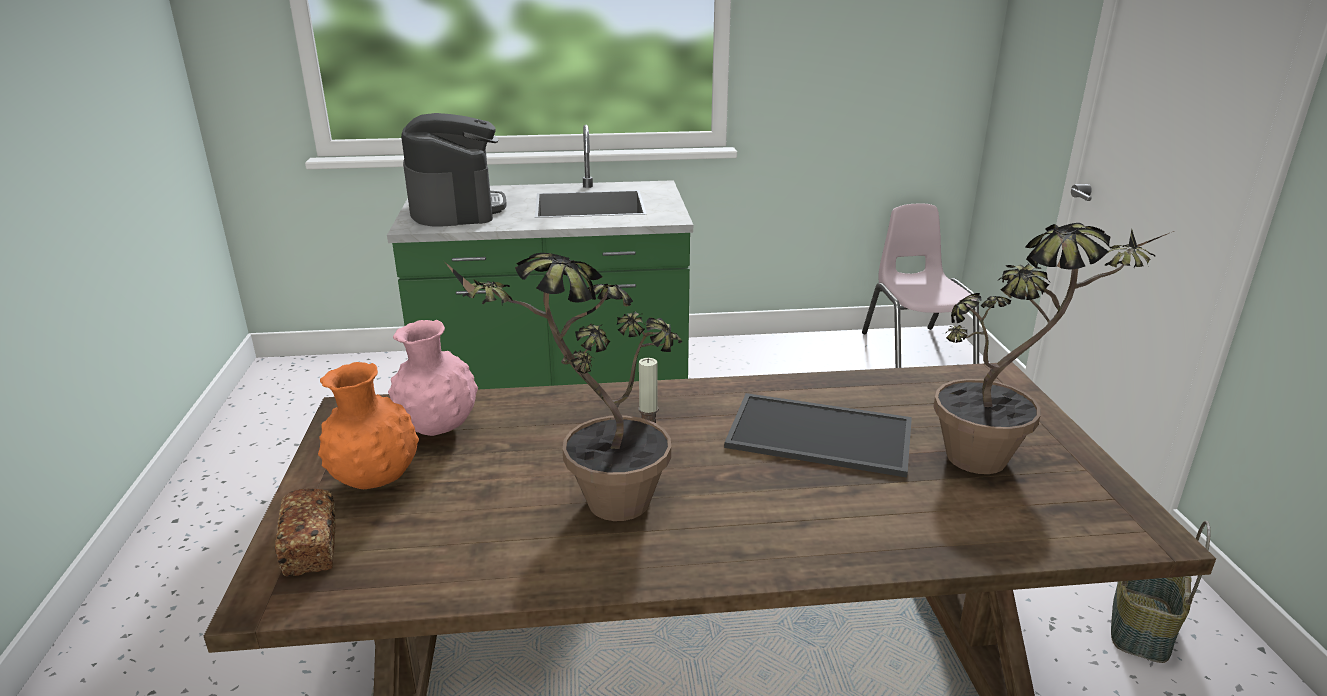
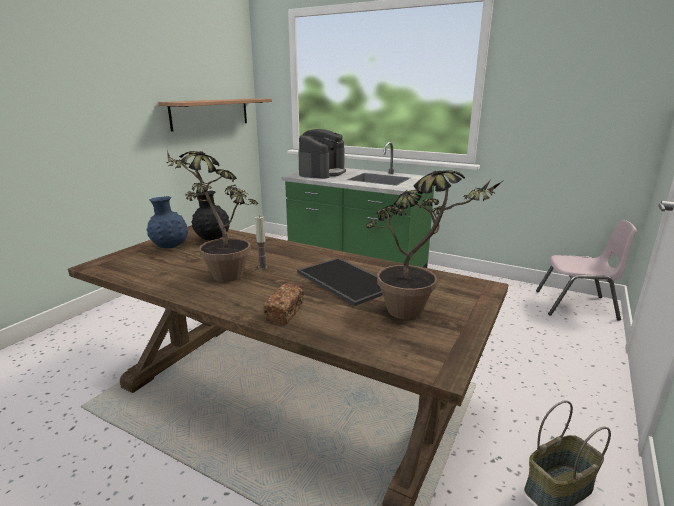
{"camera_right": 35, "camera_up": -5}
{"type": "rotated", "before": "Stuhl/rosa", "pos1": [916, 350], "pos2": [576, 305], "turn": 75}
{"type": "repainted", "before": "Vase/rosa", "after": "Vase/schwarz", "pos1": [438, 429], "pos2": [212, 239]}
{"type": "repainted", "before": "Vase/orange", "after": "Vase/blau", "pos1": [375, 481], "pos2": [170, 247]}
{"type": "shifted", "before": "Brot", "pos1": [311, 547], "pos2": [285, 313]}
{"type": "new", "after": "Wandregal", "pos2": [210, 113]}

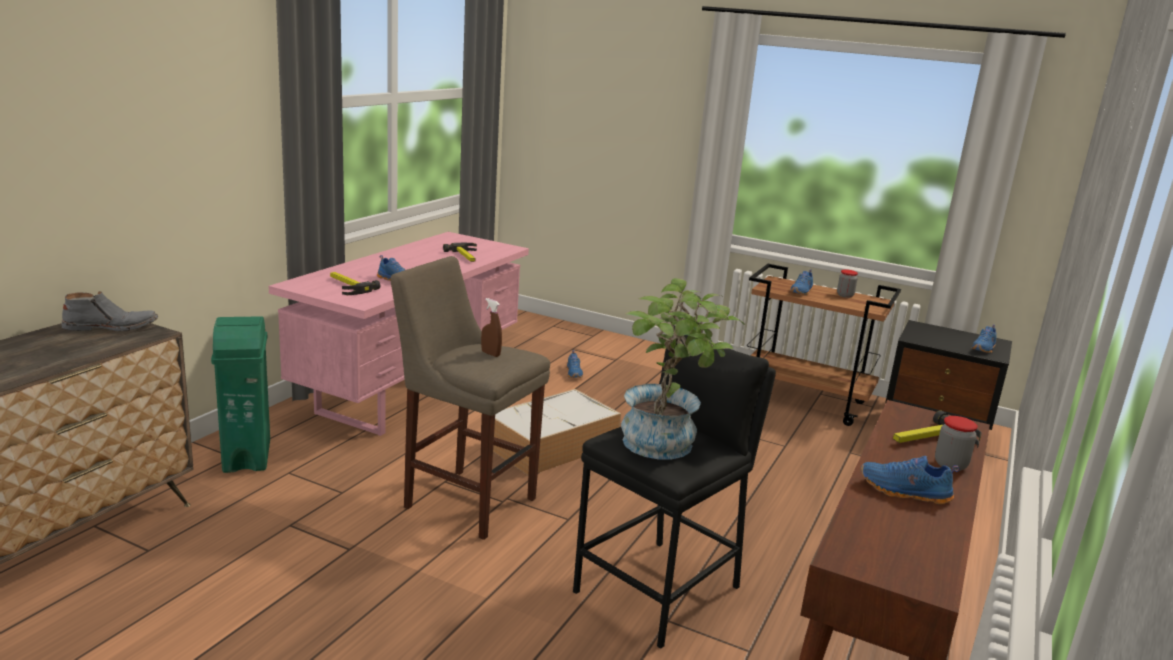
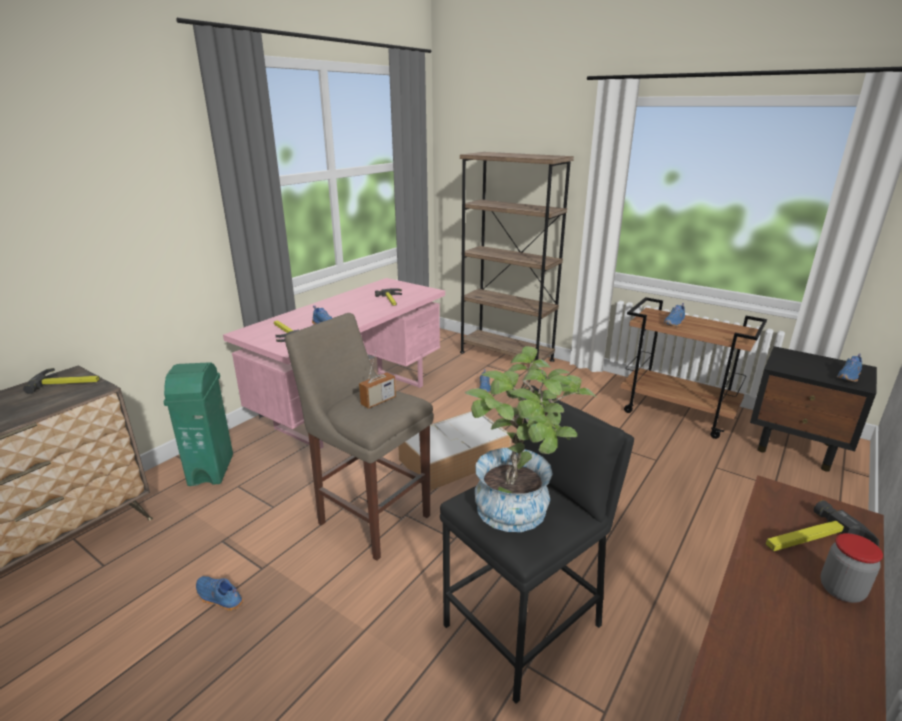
{"camera_right": 10, "camera_up": 5}
{"type": "gone", "before": "Vorratsglas", "pos1": [845, 295]}
{"type": "swapped", "before": "Stiefel/grau", "after": "Hammer", "pos1": [111, 327], "pos2": [68, 383]}
{"type": "swapped", "before": "Sprühflasche/braun", "after": "Radio", "pos1": [490, 354], "pos2": [378, 401]}
{"type": "shifted", "before": "Schuh/blau", "pos1": [904, 492], "pos2": [218, 598]}
{"type": "new", "after": "Bücherregal/braun", "pos2": [506, 356]}

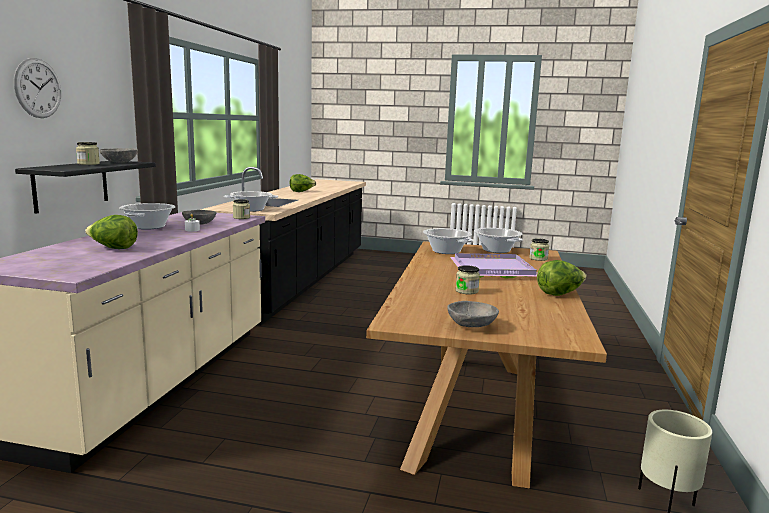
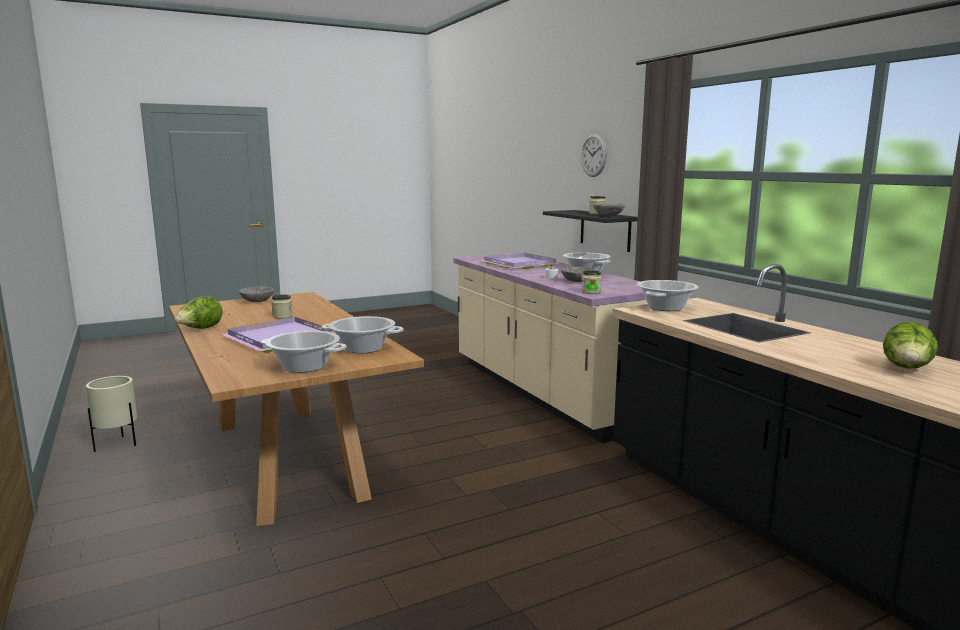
{"camera_right": 140, "camera_up": 0}
{"type": "swapped", "before": "Salatkopf", "after": "Tablett/lila", "pos1": [113, 248], "pos2": [518, 264]}
{"type": "gone", "before": "Vorratsglas", "pos1": [538, 258]}

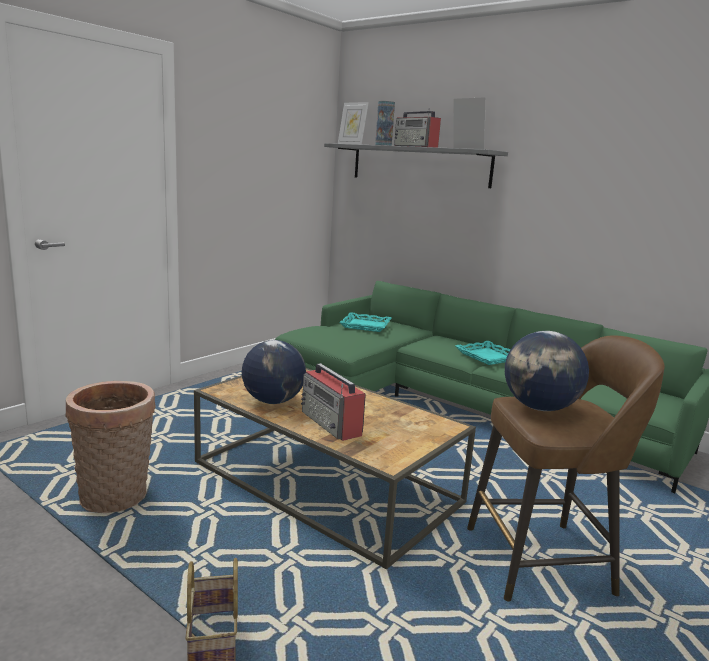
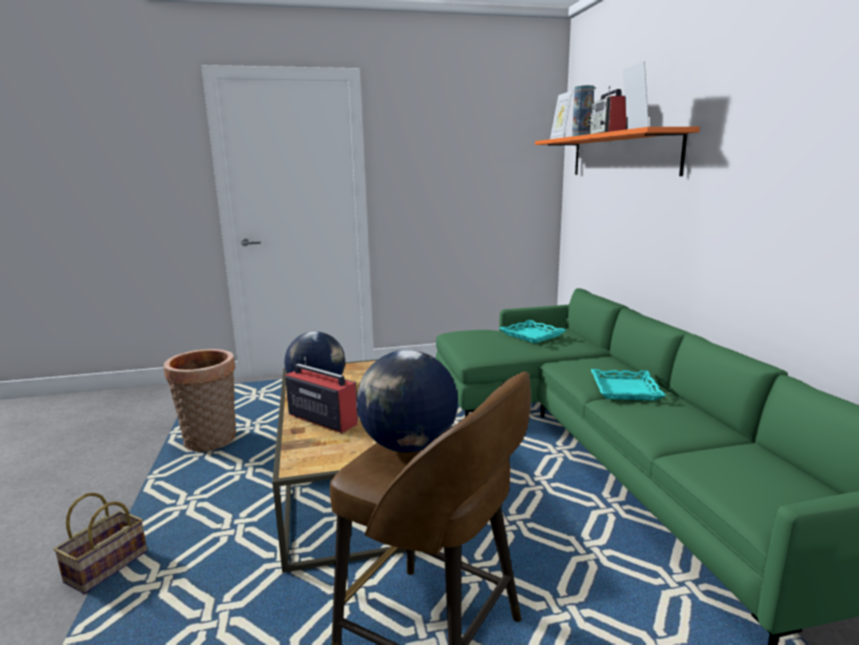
{"camera_right": 40, "camera_up": 0}
{"type": "repainted", "before": "Wandregal/grau", "after": "Wandregal/orange", "pos1": [419, 165], "pos2": [622, 155]}
{"type": "rotated", "before": "Radio", "pos1": [331, 423], "pos2": [322, 418], "turn": 120}

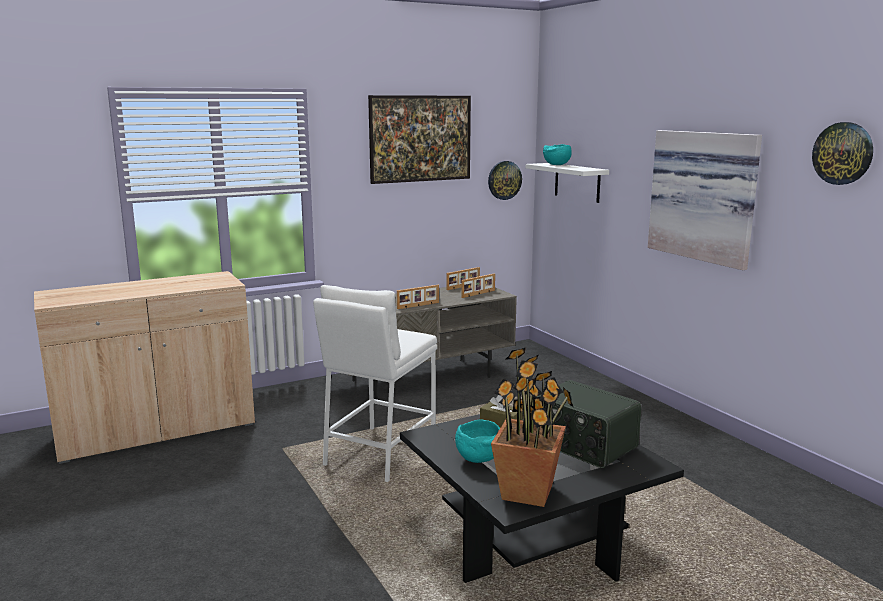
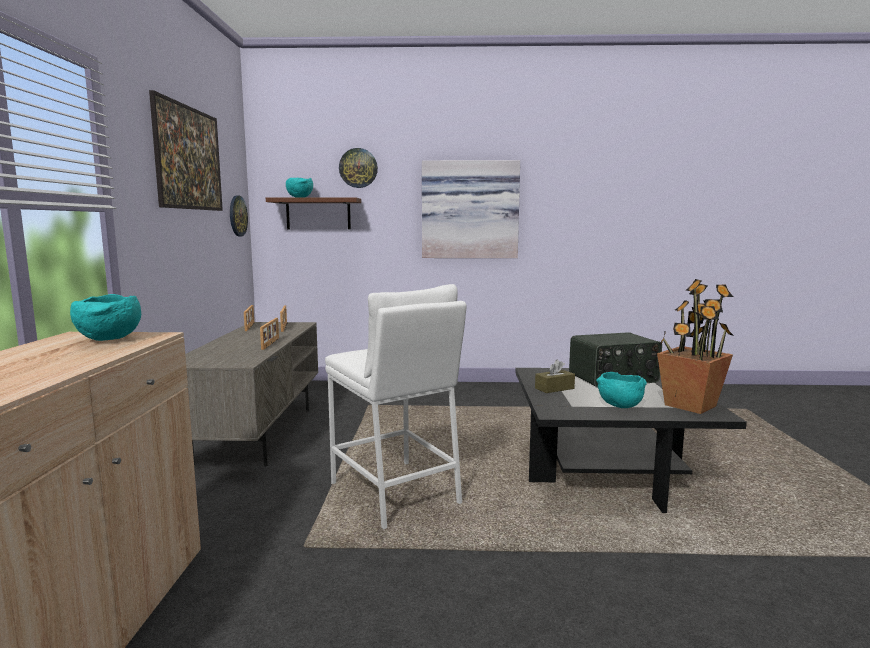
{"camera_right": -60, "camera_up": -5}
{"type": "shifted", "before": "Wanduhr", "pos1": [843, 153], "pos2": [358, 168]}
{"type": "repainted", "before": "Wandregal/weiß", "after": "Wandregal/braun", "pos1": [577, 182], "pos2": [318, 214]}
{"type": "new", "after": "Schüssel/türkis", "pos2": [109, 340]}

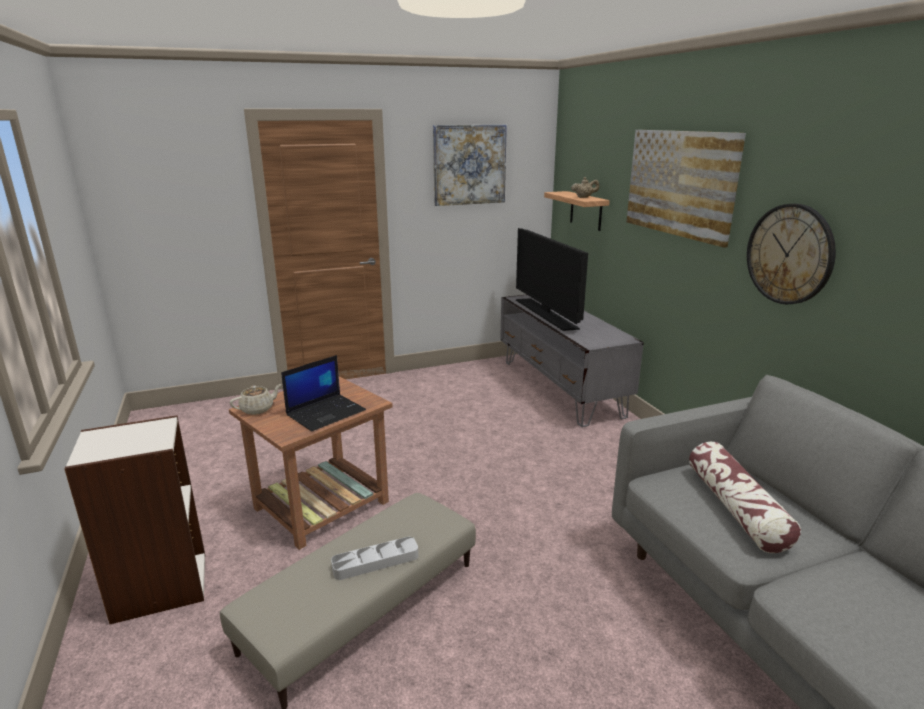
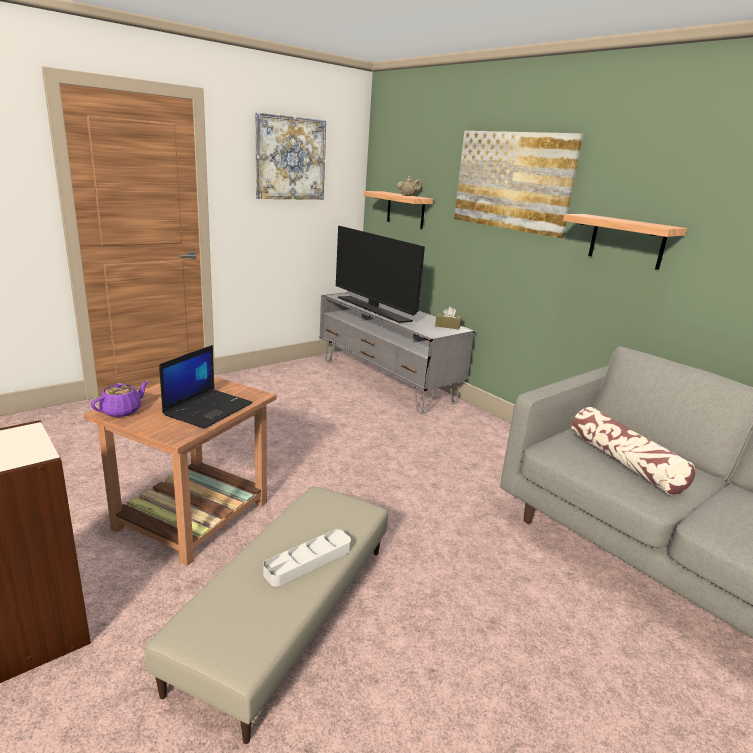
{"camera_right": -20, "camera_up": 0}
{"type": "swapped", "before": "Wanduhr", "after": "Wandregal", "pos1": [789, 254], "pos2": [627, 241]}
{"type": "repainted", "before": "Teekanne/beige", "after": "Teekanne/lila", "pos1": [258, 409], "pos2": [122, 411]}
{"type": "new", "after": "Taschentuchbox/braun", "pos2": [447, 326]}

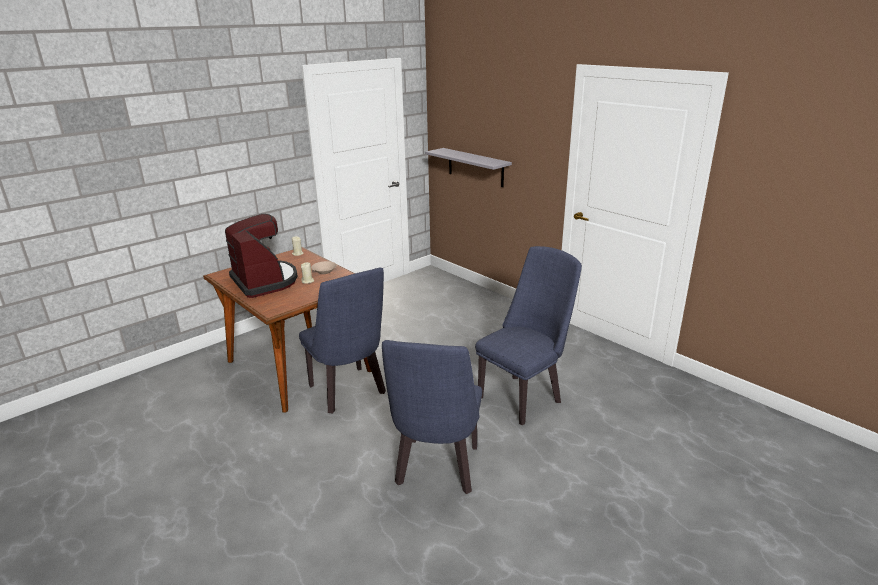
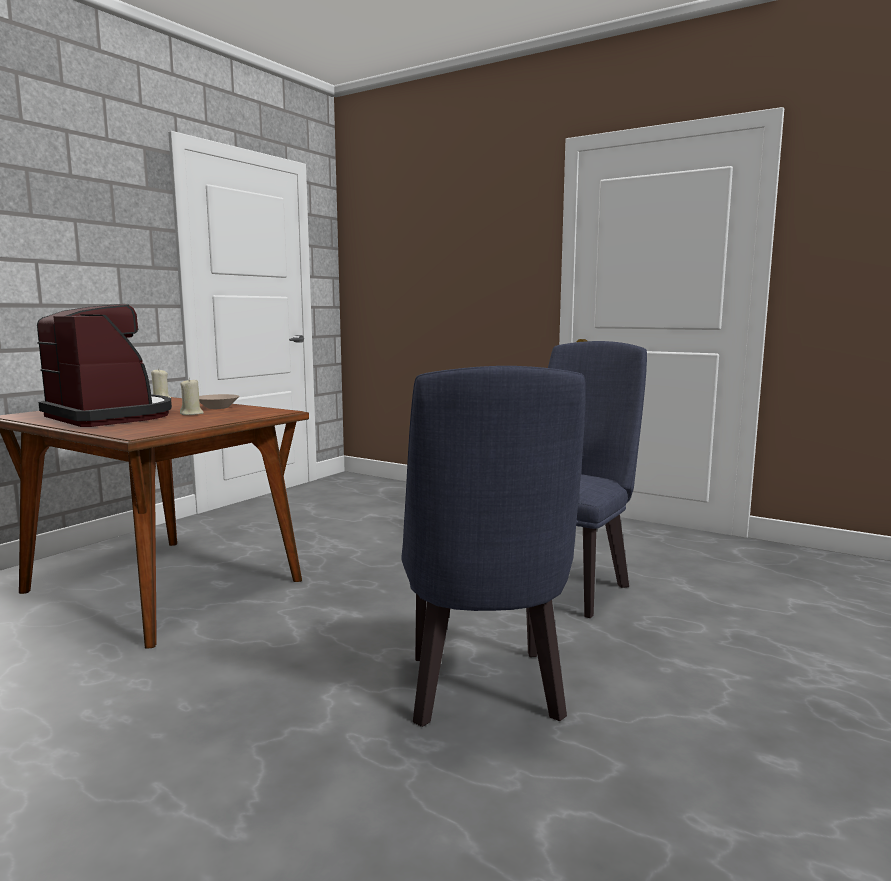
{"camera_right": -15, "camera_up": -15}
{"type": "gone", "before": "Wandregal/grau", "pos1": [475, 167]}
{"type": "gone", "before": "Stuhl/blau", "pos1": [349, 393]}

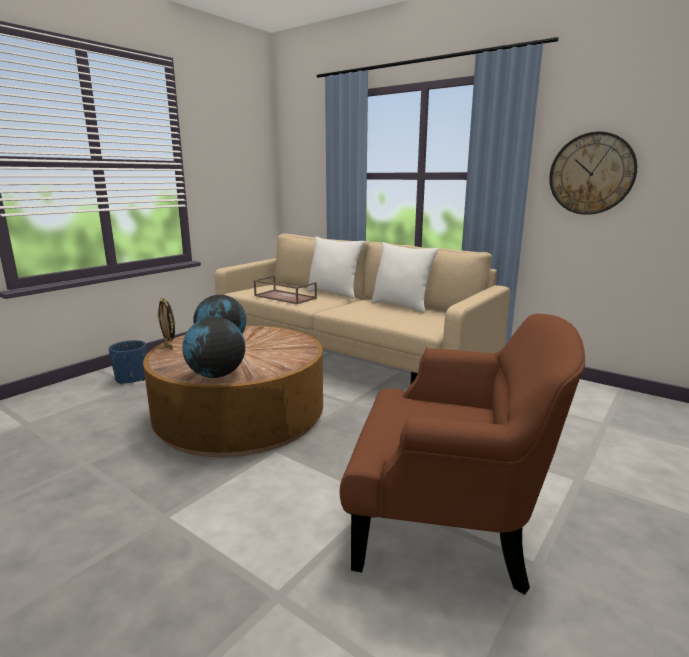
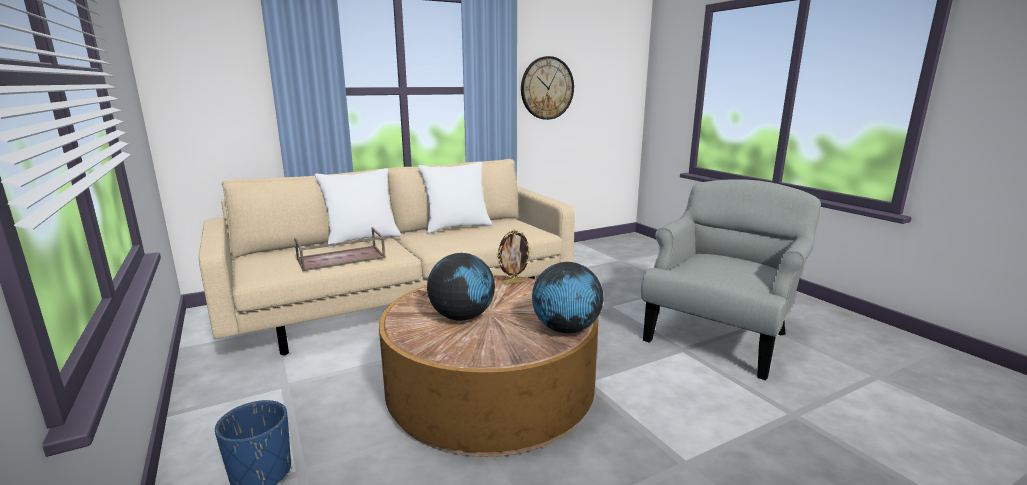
{"camera_right": -65, "camera_up": 0}
{"type": "shifted", "before": "Bilderrahmen", "pos1": [169, 347], "pos2": [513, 282]}
{"type": "repainted", "before": "Sessel/braun", "after": "Sessel/grau", "pos1": [447, 524], "pos2": [719, 336]}

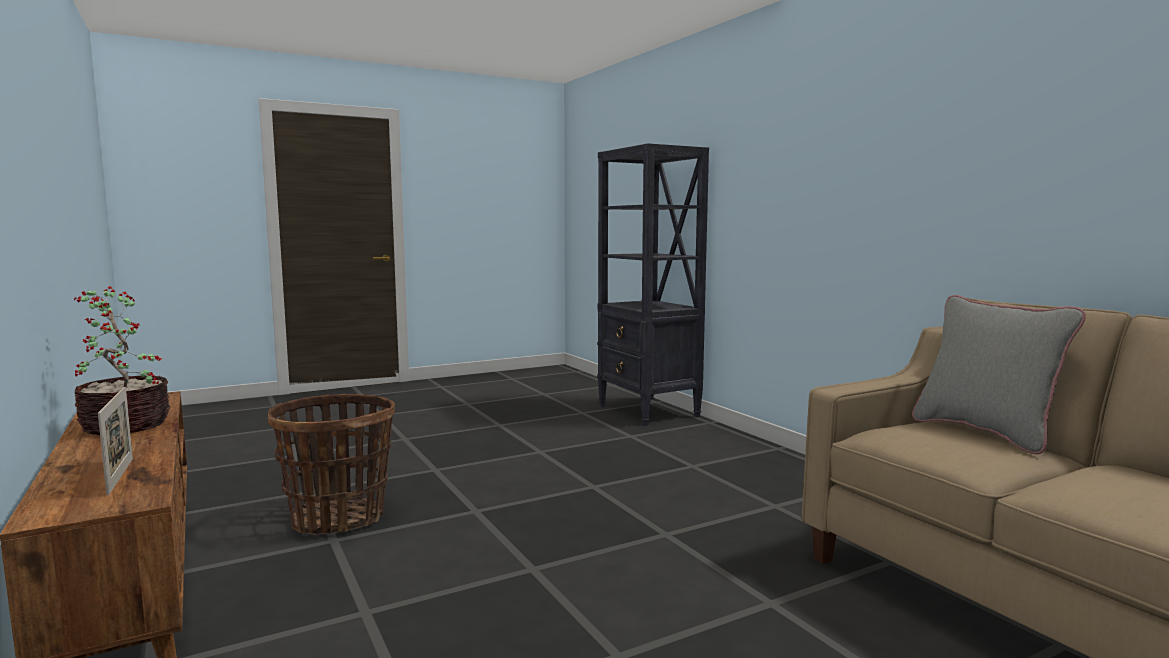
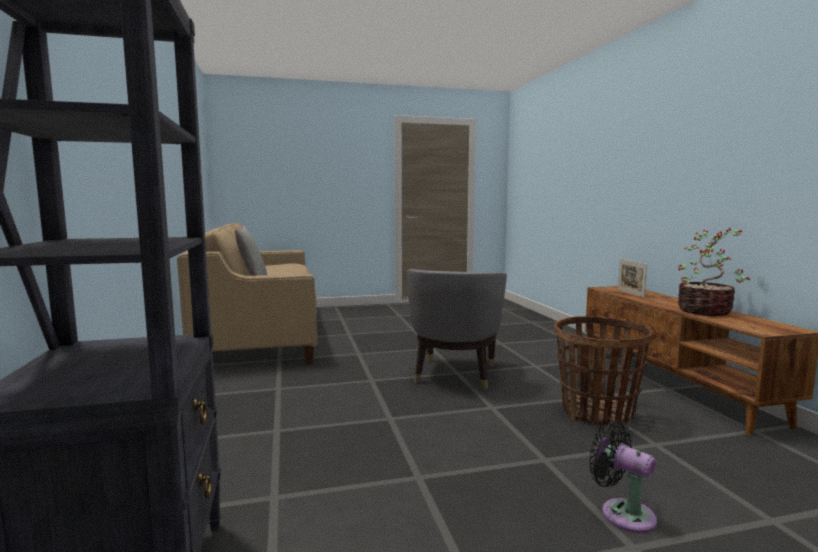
{"camera_right": -165, "camera_up": 0}
{"type": "new", "after": "Sessel/grau", "pos2": [455, 374]}
{"type": "new", "after": "Ventilator/schwarz", "pos2": [622, 513]}

